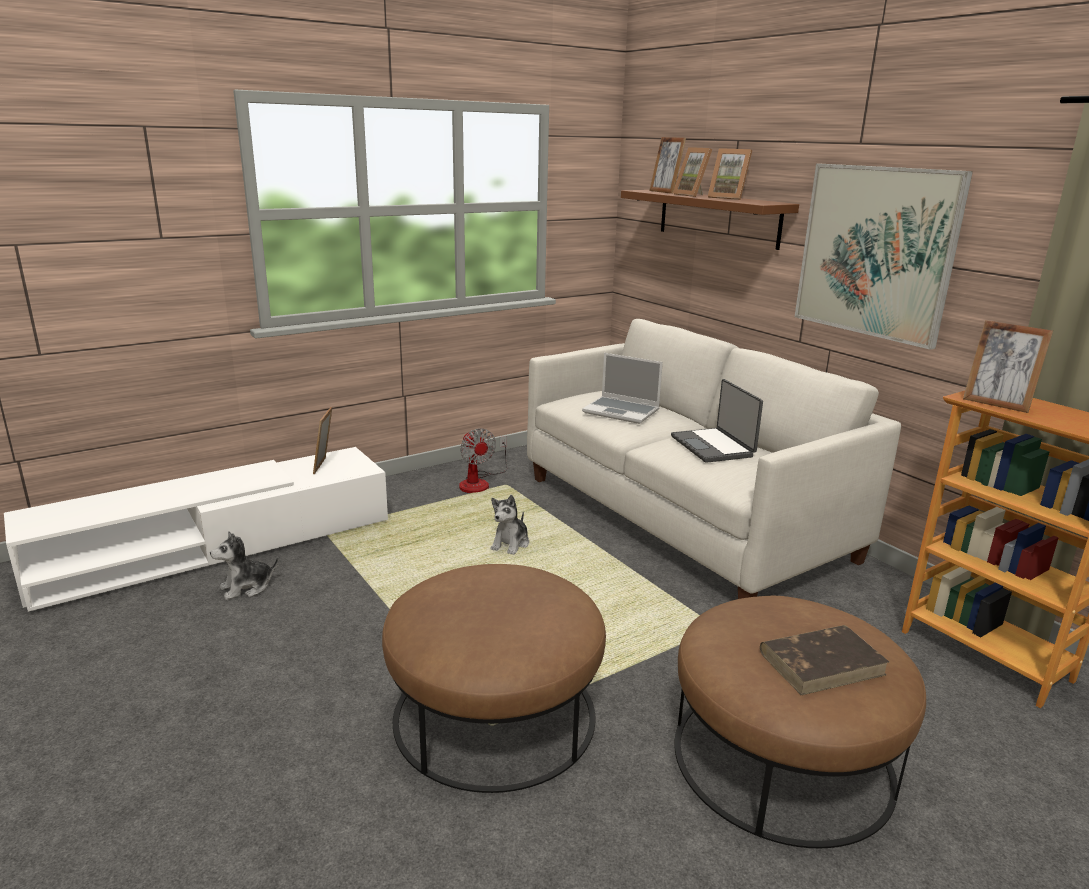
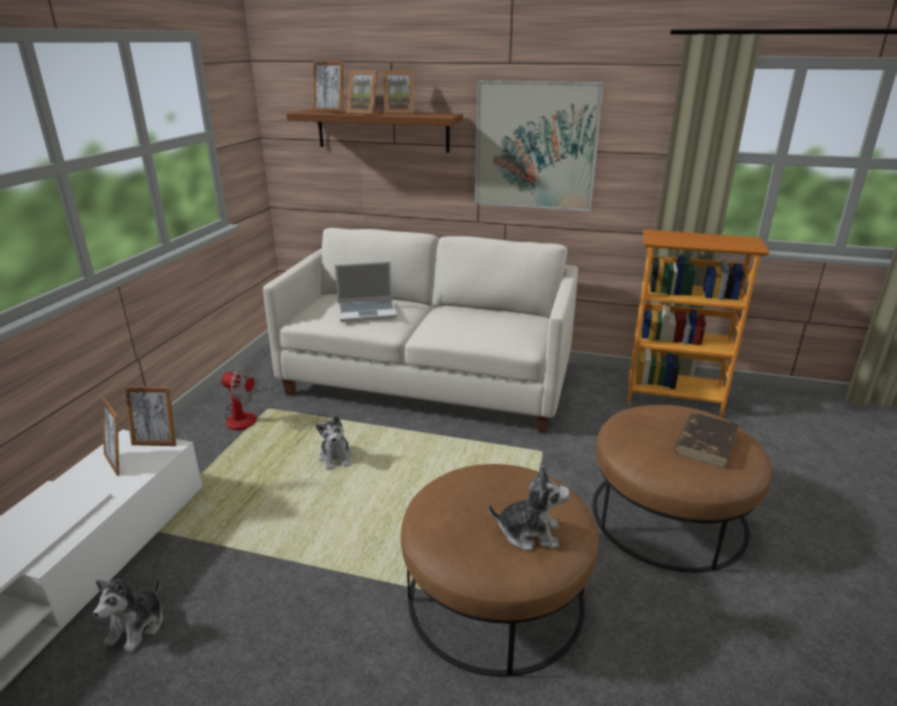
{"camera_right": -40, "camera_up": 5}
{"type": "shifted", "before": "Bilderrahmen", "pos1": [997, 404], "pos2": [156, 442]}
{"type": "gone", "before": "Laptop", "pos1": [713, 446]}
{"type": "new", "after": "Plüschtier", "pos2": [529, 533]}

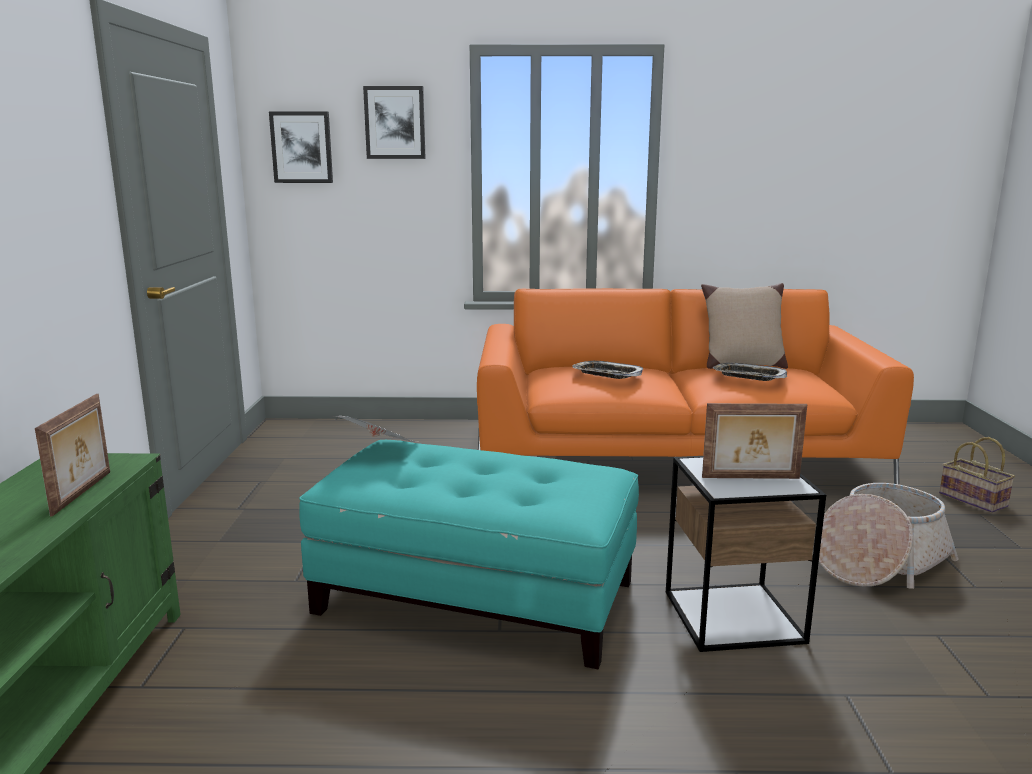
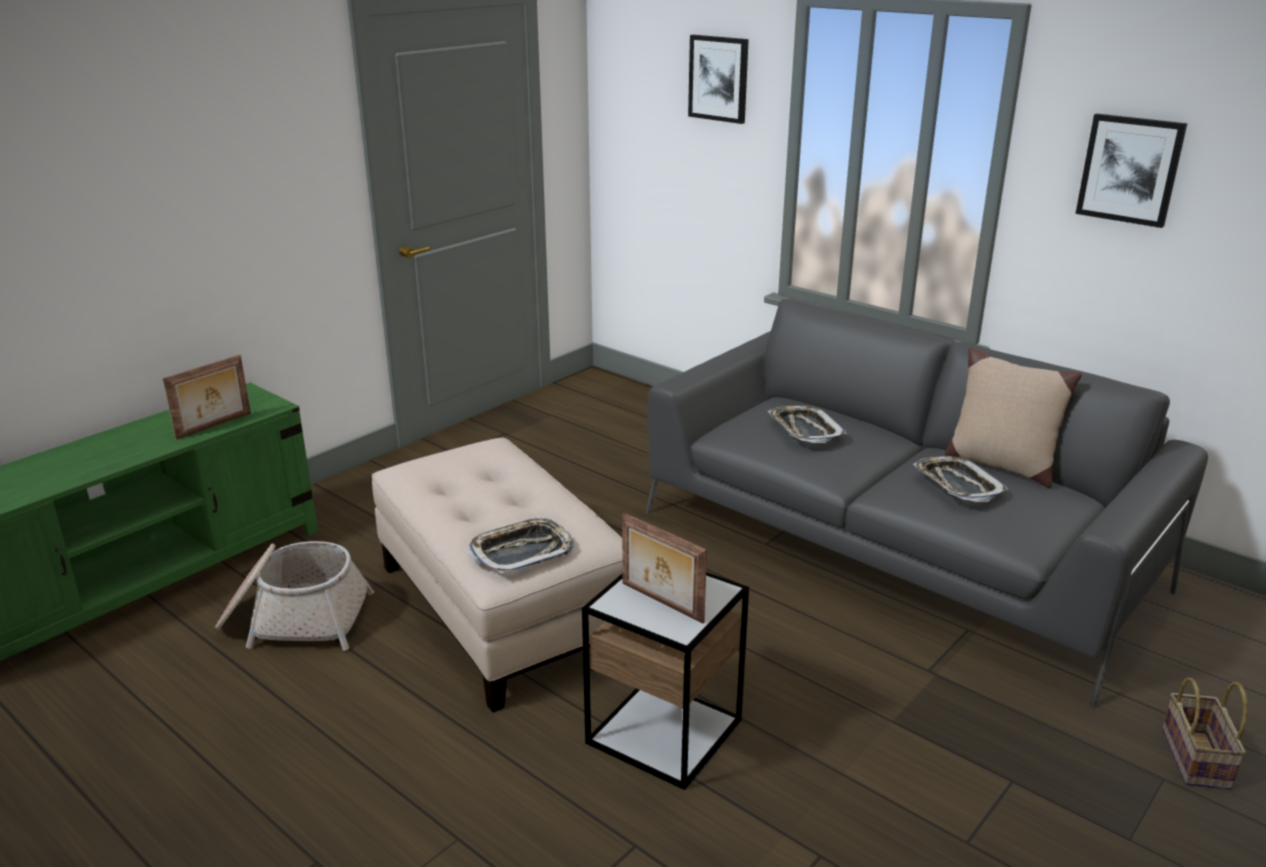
{"camera_right": 40, "camera_up": 10}
{"type": "shifted", "before": "Bild", "pos1": [302, 147], "pos2": [1130, 169]}
{"type": "repainted", "before": "Sofa/orange", "after": "Sofa/grau", "pos1": [671, 460], "pos2": [894, 550]}
{"type": "gone", "before": "Zeitung", "pos1": [379, 451]}
{"type": "repainted", "before": "Polsterhocker/türkis", "after": "Polsterhocker/beige", "pos1": [474, 598], "pos2": [500, 609]}
{"type": "shifted", "before": "Korb", "pos1": [878, 561], "pos2": [294, 619]}
{"type": "new", "after": "Tablett", "pos2": [522, 552]}

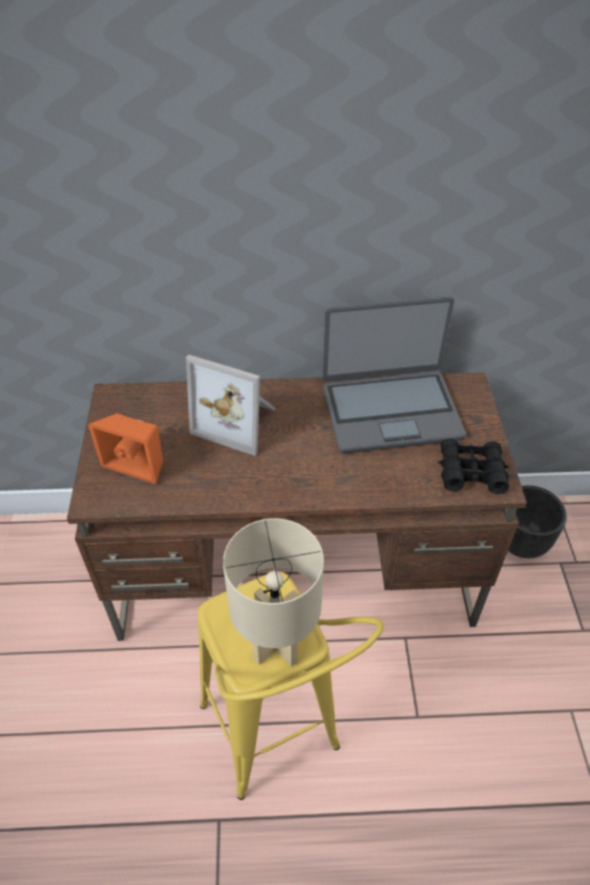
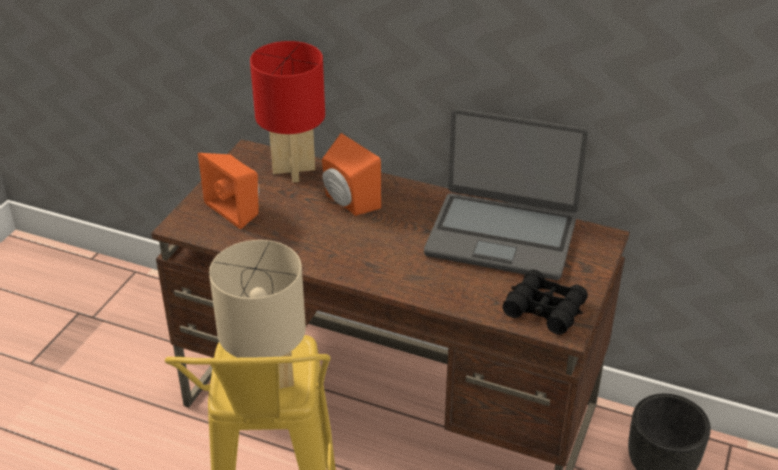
{"camera_right": 25, "camera_up": -10}
{"type": "swapped", "before": "Bilderrahmen", "after": "Lautsprecher/orange", "pos1": [238, 421], "pos2": [347, 202]}
{"type": "new", "after": "Tischlampe/rot", "pos2": [293, 169]}

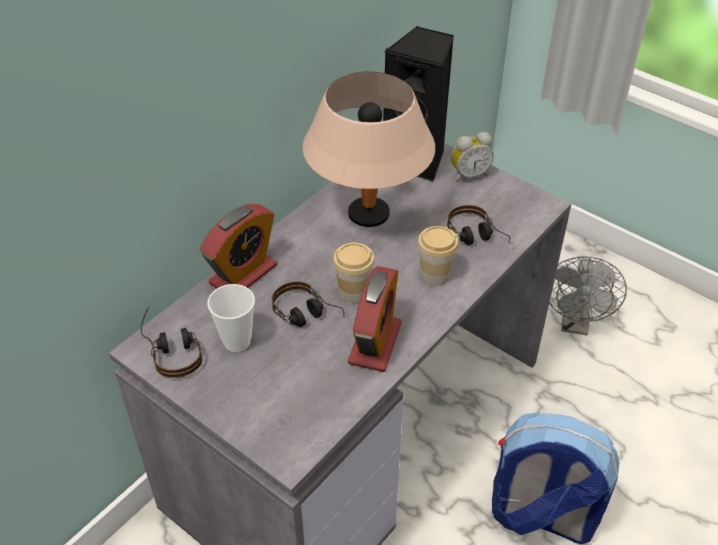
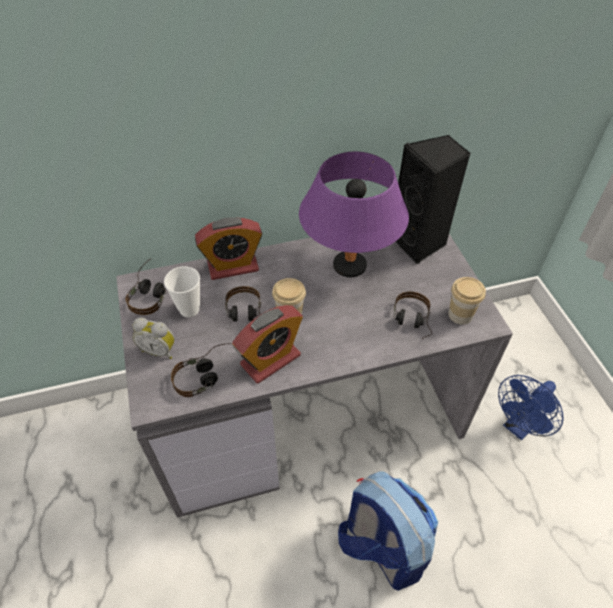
{"camera_right": 35, "camera_up": 5}
{"type": "repainted", "before": "Tischlampe/beige", "after": "Tischlampe/lila", "pos1": [368, 215], "pos2": [349, 266]}
{"type": "shifted", "before": "Wecker", "pos1": [469, 175], "pos2": [159, 350]}
{"type": "shifted", "before": "Tasse", "pos1": [435, 275], "pos2": [460, 315]}
{"type": "repainted", "before": "Ventilator/grau", "after": "Ventilator/blau", "pos1": [575, 324], "pos2": [519, 426]}
{"type": "new", "after": "Kopfhörer", "pos2": [205, 375]}

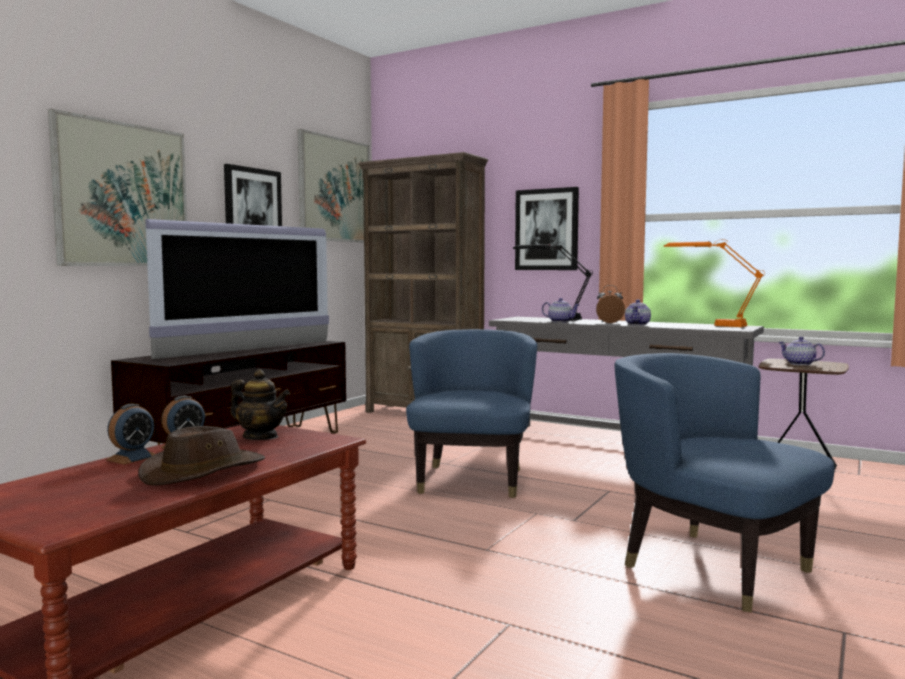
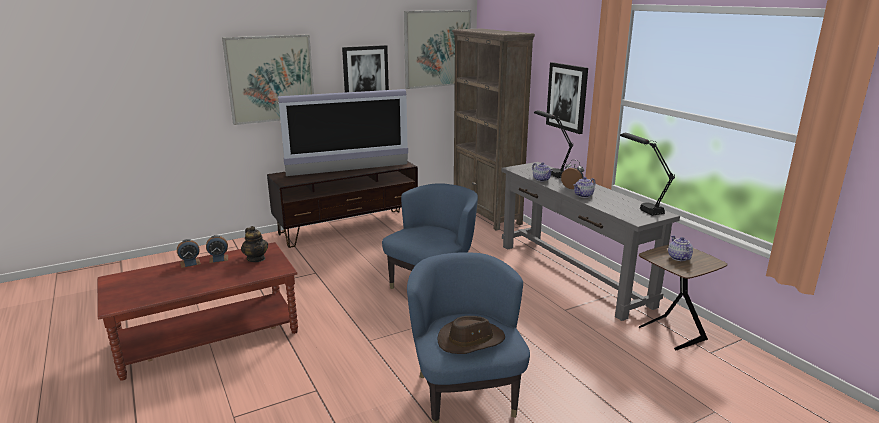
{"camera_right": 30, "camera_up": 15}
{"type": "repainted", "before": "Tischlampe/orange", "after": "Tischlampe/schwarz", "pos1": [709, 324], "pos2": [640, 205]}
{"type": "shifted", "before": "Hut/braun", "pos1": [203, 471], "pos2": [470, 340]}

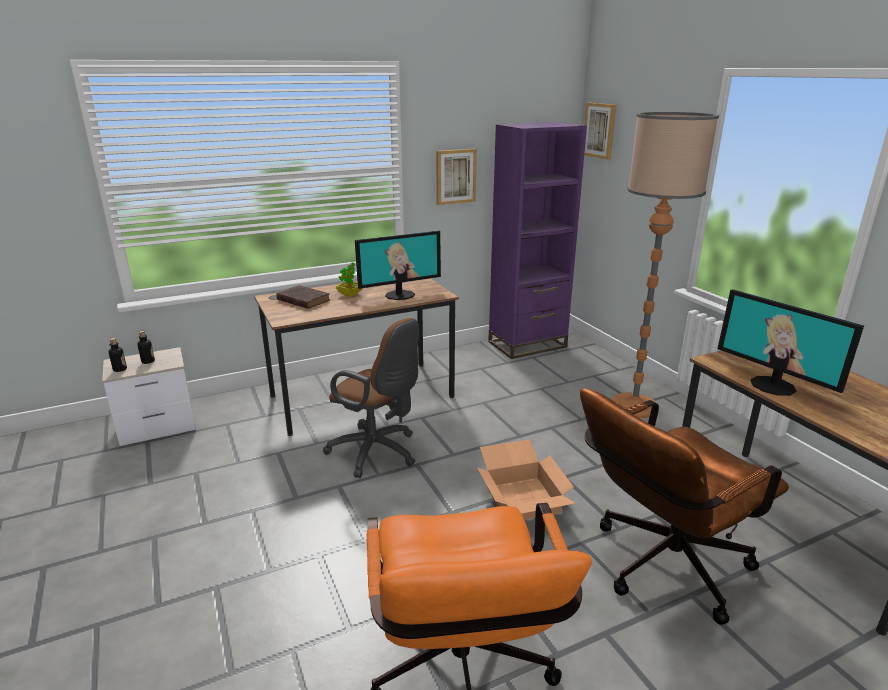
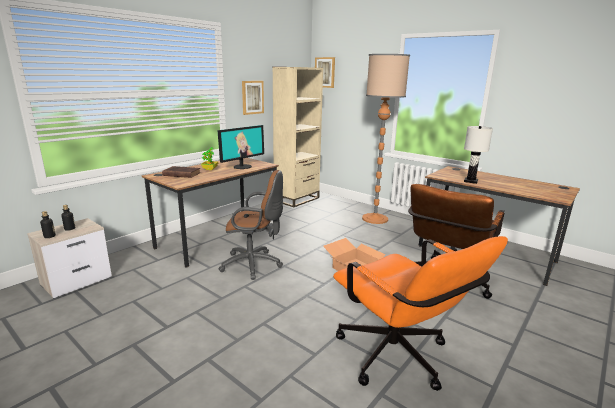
{"camera_right": -25, "camera_up": -5}
{"type": "repainted", "before": "Bücherregal/lila", "after": "Bücherregal/beige", "pos1": [527, 344], "pos2": [297, 199]}
{"type": "swapped", "before": "Monitor", "after": "Tischlampe/weiß", "pos1": [773, 385], "pos2": [471, 181]}

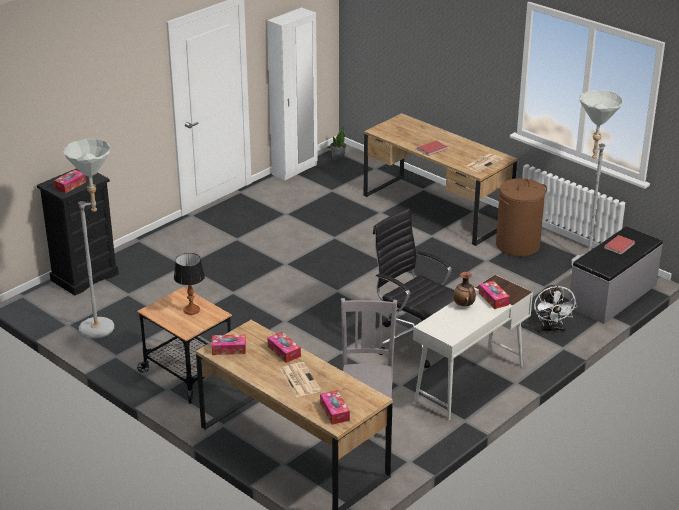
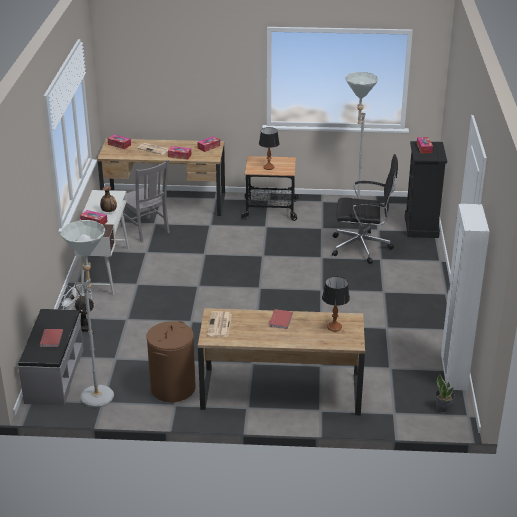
{"camera_right": 140, "camera_up": 0}
{"type": "shifted", "before": "Bürostuhl/schwarz", "pos1": [414, 341], "pos2": [362, 247]}
{"type": "new", "after": "Tischlampe", "pos2": [334, 327]}

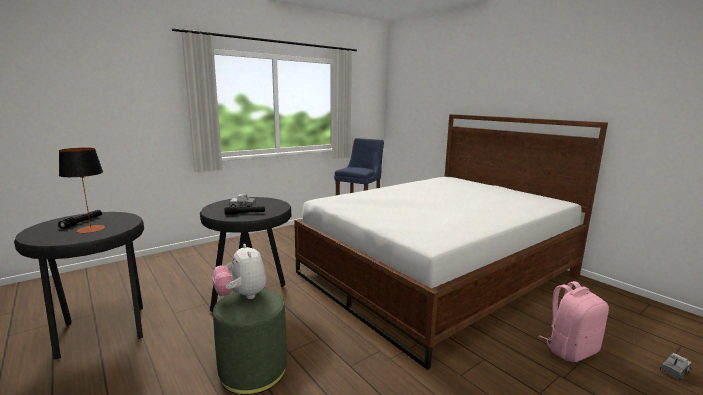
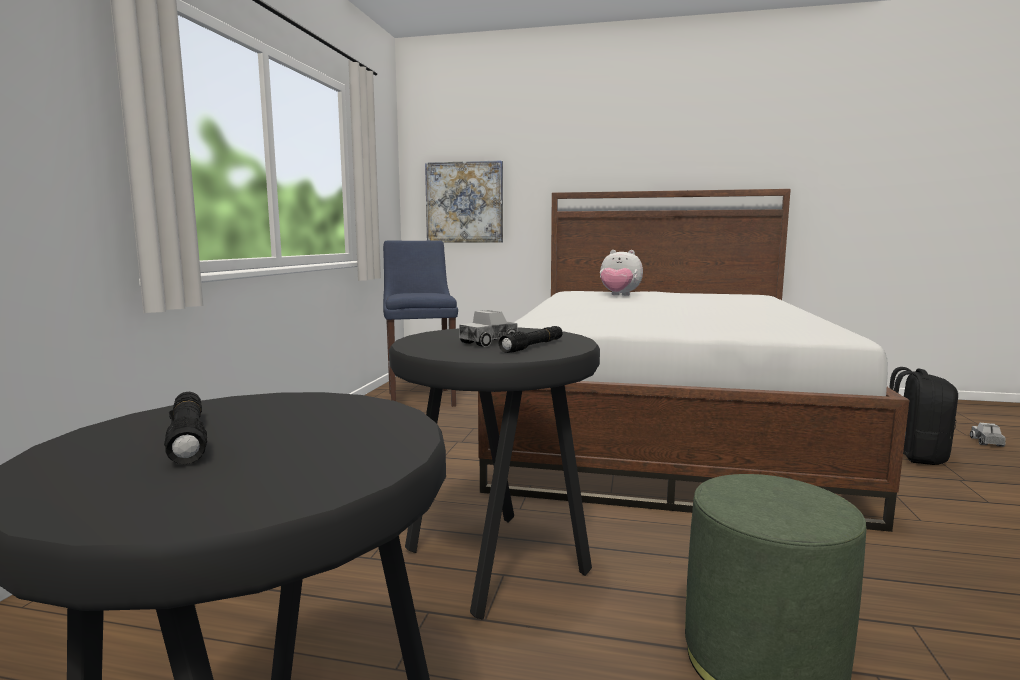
{"camera_right": -40, "camera_up": -5}
{"type": "gone", "before": "Tischlampe", "pos1": [91, 229]}
{"type": "shifted", "before": "Plüschtier", "pos1": [242, 296], "pos2": [619, 295]}
{"type": "repainted", "before": "Rucksack/rosa", "after": "Rucksack/schwarz", "pos1": [570, 350], "pos2": [914, 455]}
{"type": "new", "after": "Bild", "pos2": [464, 202]}

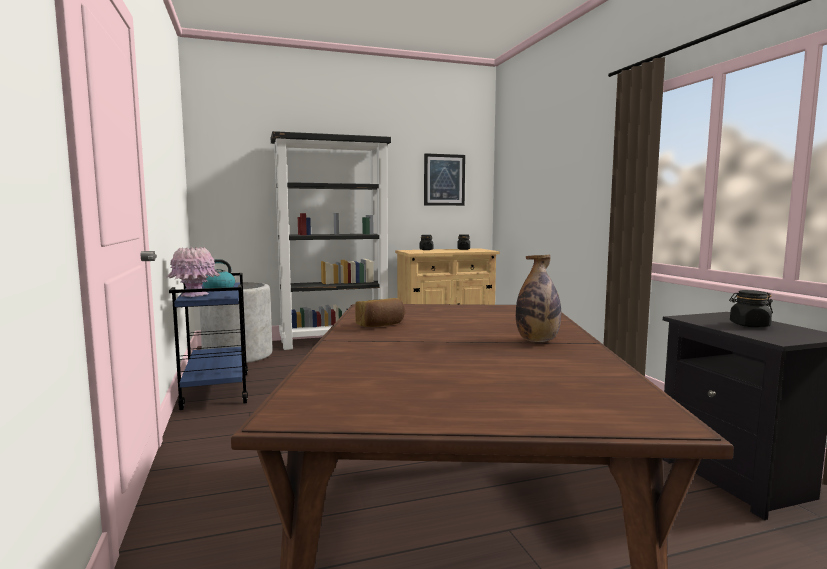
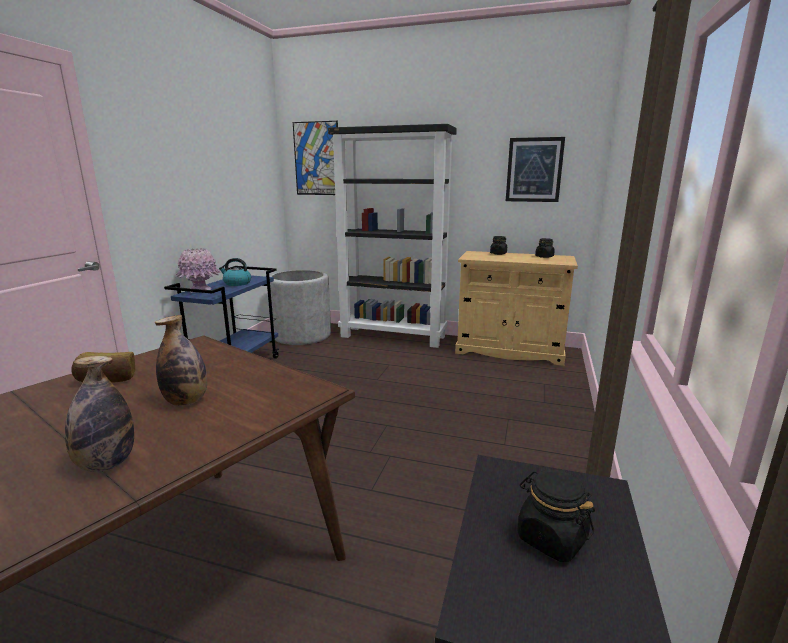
{"camera_right": 35, "camera_up": 10}
{"type": "new", "after": "Bild", "pos2": [316, 159]}
{"type": "new", "after": "Flasche", "pos2": [186, 401]}

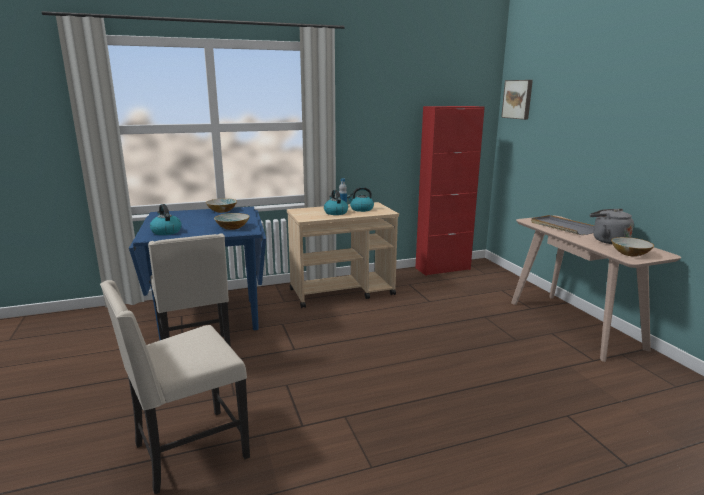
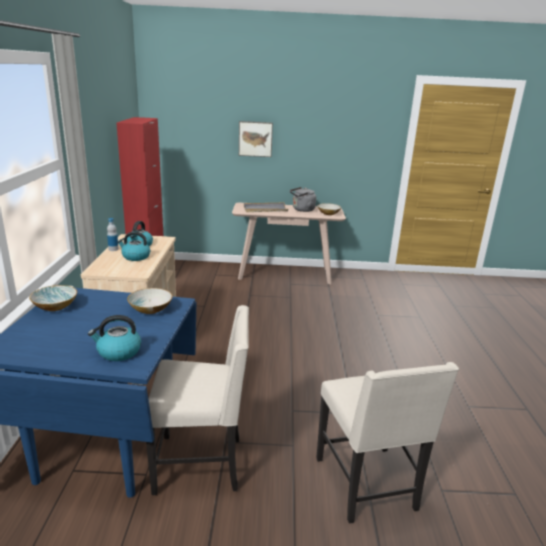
{"camera_right": -70, "camera_up": 5}
{"type": "shifted", "before": "Bild", "pos1": [518, 99], "pos2": [255, 139]}

